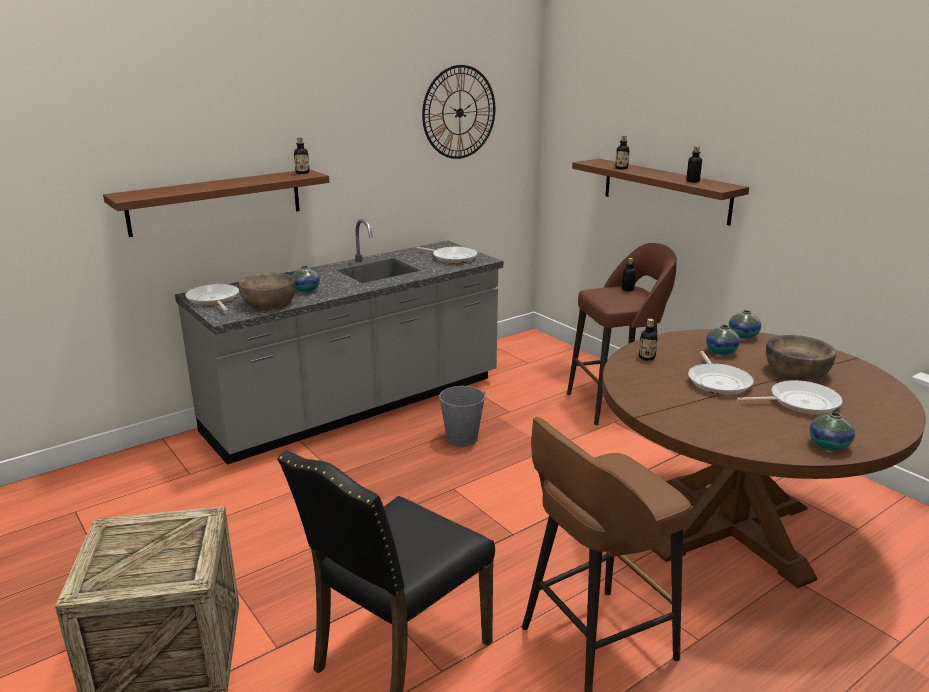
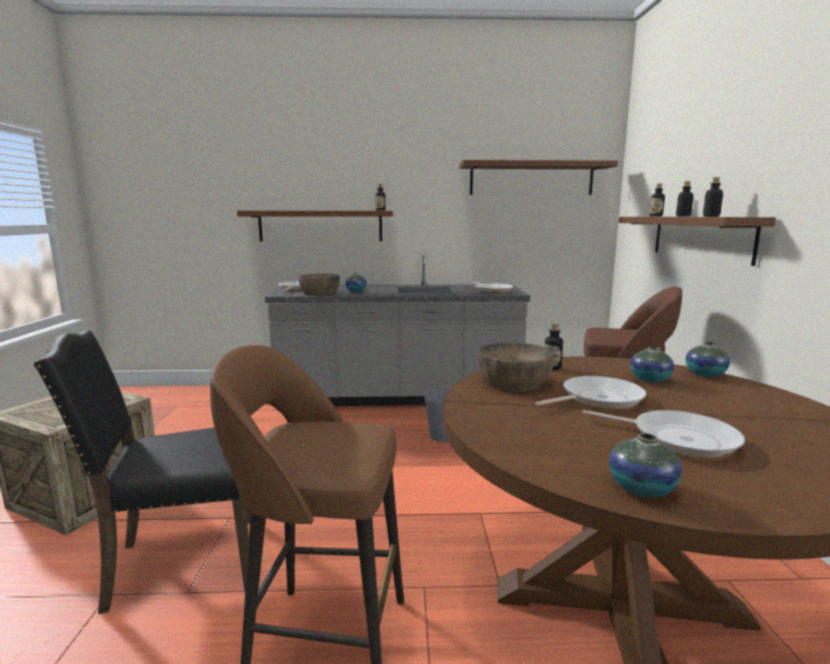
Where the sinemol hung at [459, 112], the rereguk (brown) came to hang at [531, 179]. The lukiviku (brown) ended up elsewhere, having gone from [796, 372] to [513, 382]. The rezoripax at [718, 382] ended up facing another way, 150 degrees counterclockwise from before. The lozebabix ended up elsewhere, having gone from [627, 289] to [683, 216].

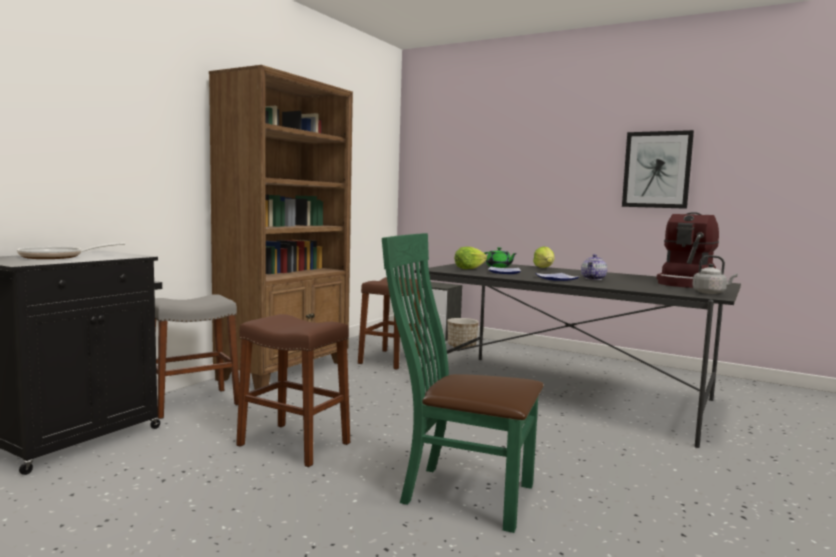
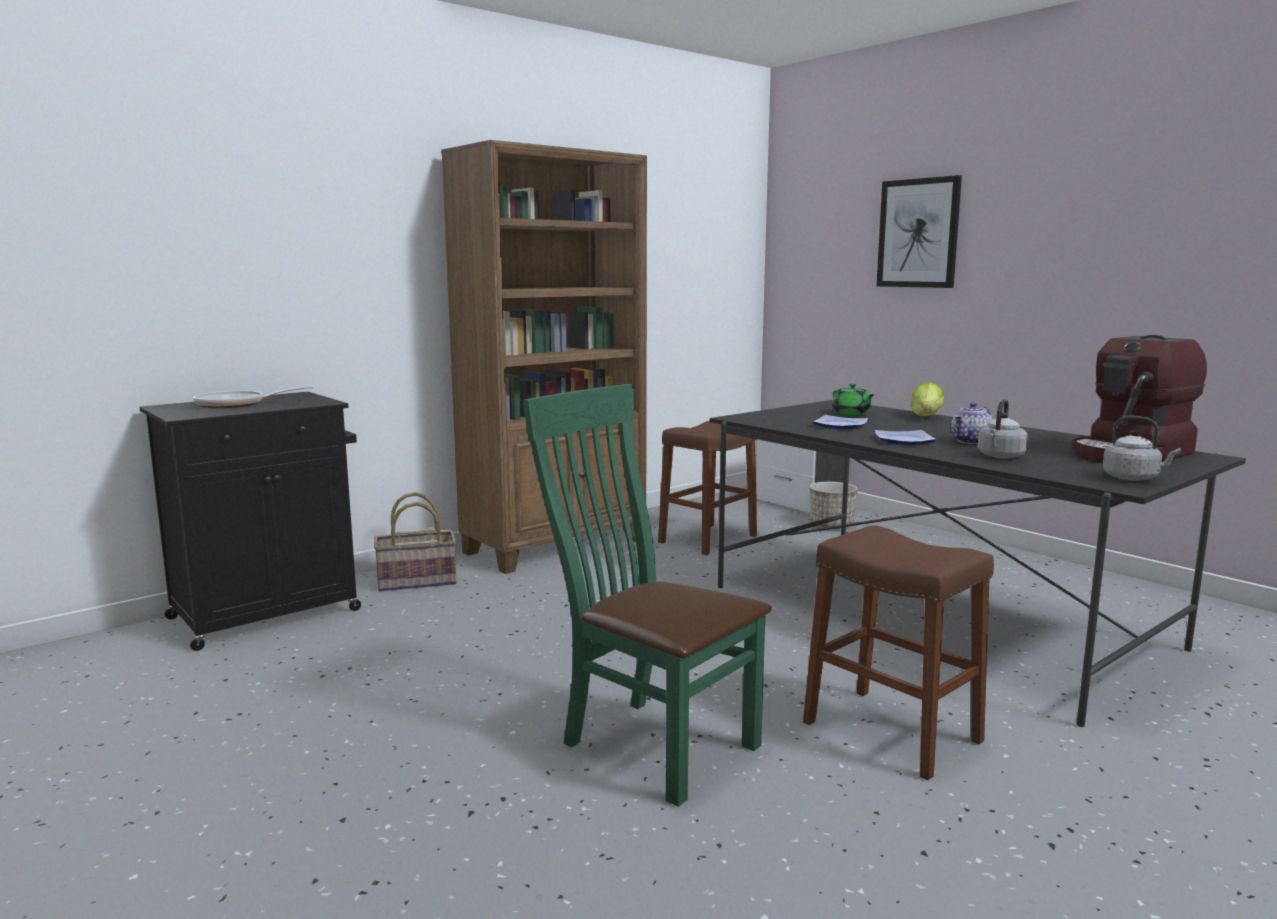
Where the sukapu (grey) stood at [193, 403], the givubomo came to stand at [416, 582]. The sukapu (brown) ended up elsewhere, having gone from [294, 444] to [891, 731]. The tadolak ended up elsewhere, having gone from [657, 170] to [918, 233]. The second view gained the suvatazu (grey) at [1000, 456]. The second view lost the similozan at [469, 269].

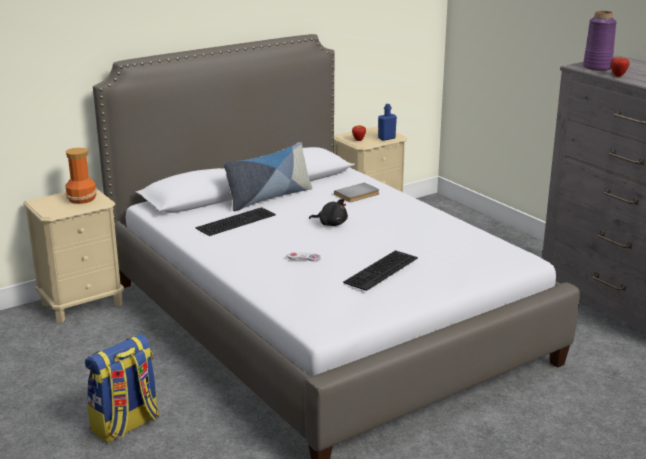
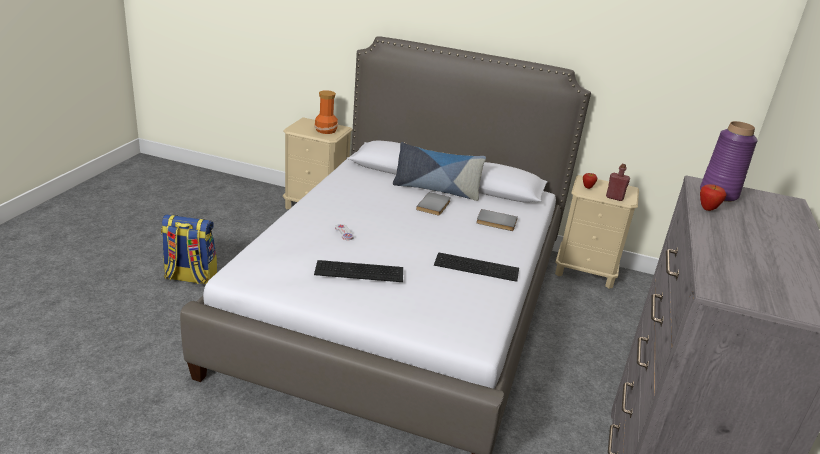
The second view gained the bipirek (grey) at [434, 205]. The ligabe ended up elsewhere, having gone from [236, 221] to [477, 266]. What was the lozebabix (blue) at [386, 138] turned into the lozebabix (red) at [614, 197]. The second view lost the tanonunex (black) at [331, 224].

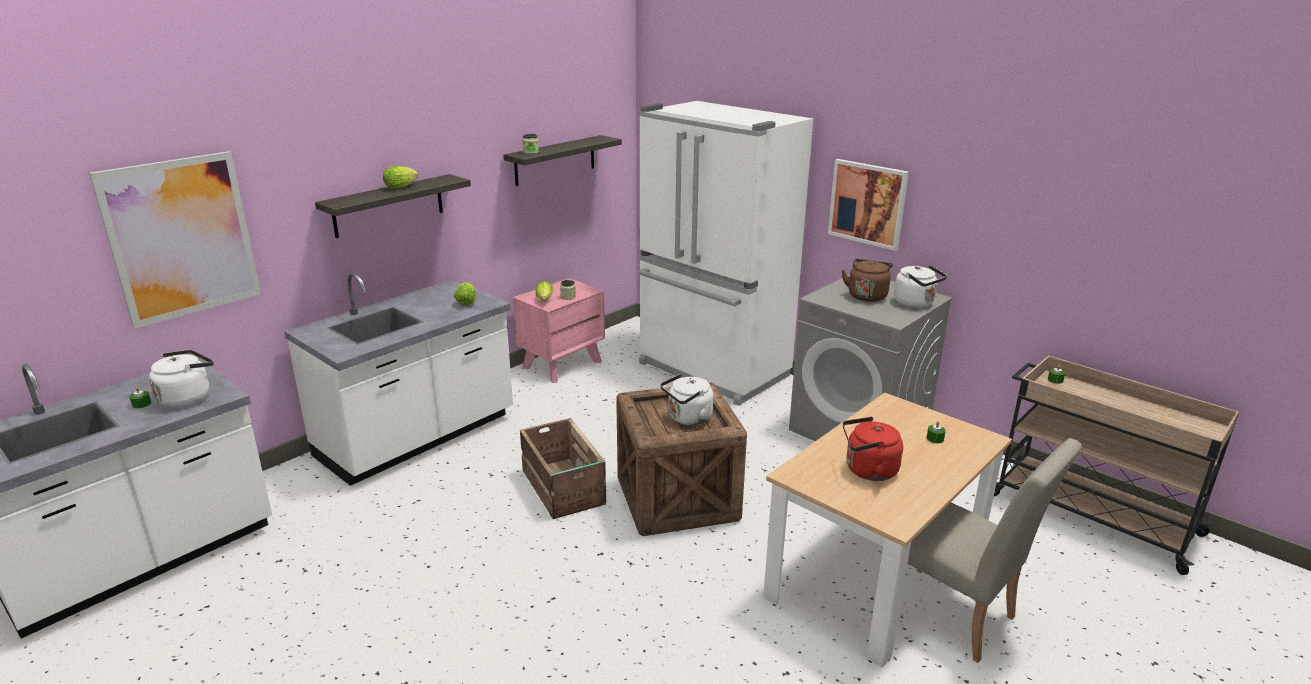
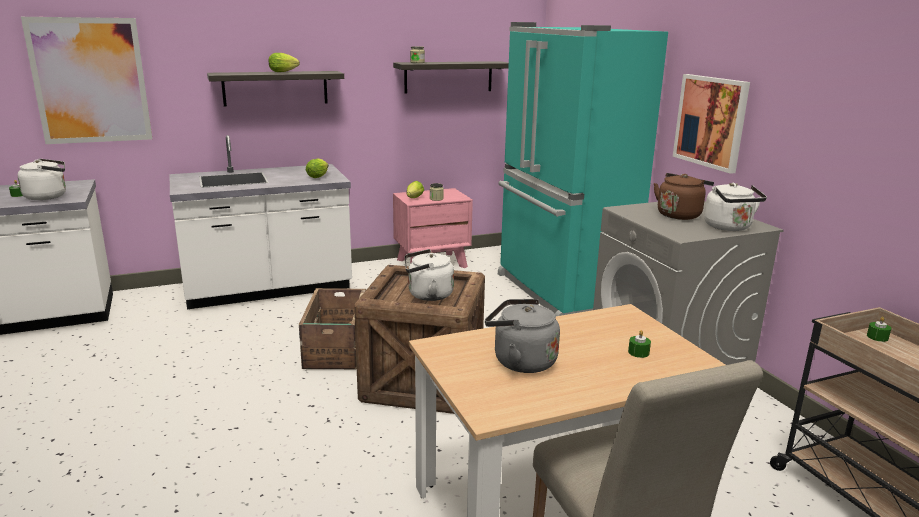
What was the suvatazu (red) at [868, 471] turned into the suvatazu (grey) at [520, 361]. What was the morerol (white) at [712, 371] turned into the morerol (turquoise) at [560, 292].

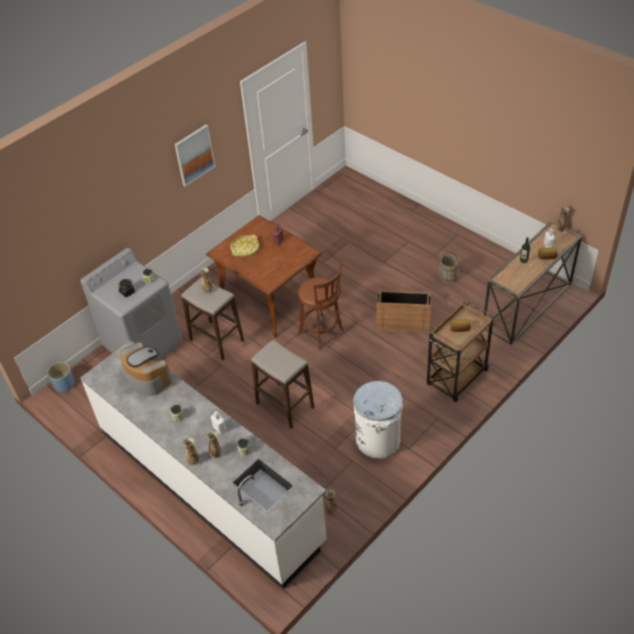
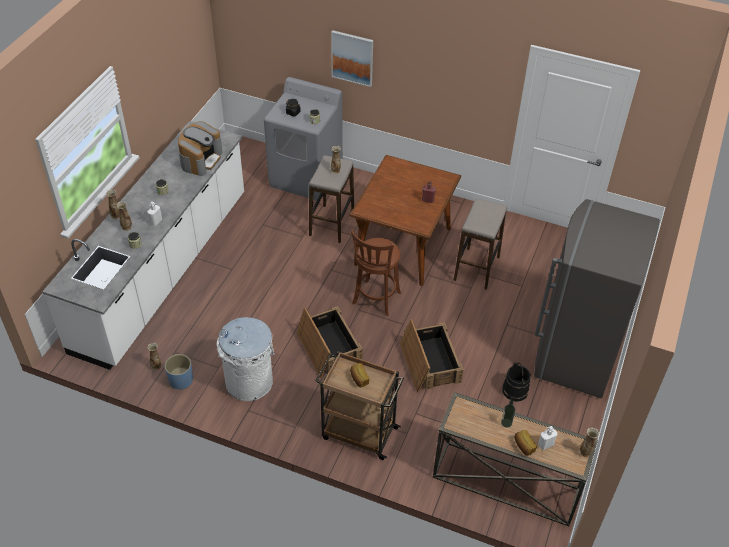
The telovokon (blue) ended up elsewhere, having gone from [64, 385] to [181, 380]. The second view gained the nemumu at [328, 347]. The tadolak ended up elsewhere, having gone from [194, 155] to [352, 58]. The sukapu ended up elsewhere, having gone from [285, 405] to [477, 268]. What was the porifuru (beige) at [448, 276] turned into the porifuru (black) at [515, 390]. The second view gained the morerol (grey) at [575, 356]. The second view lost the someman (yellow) at [245, 248].

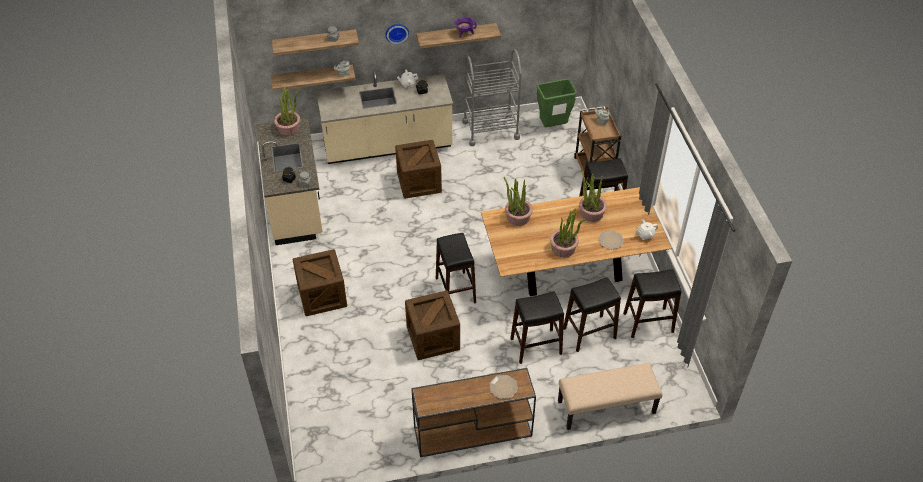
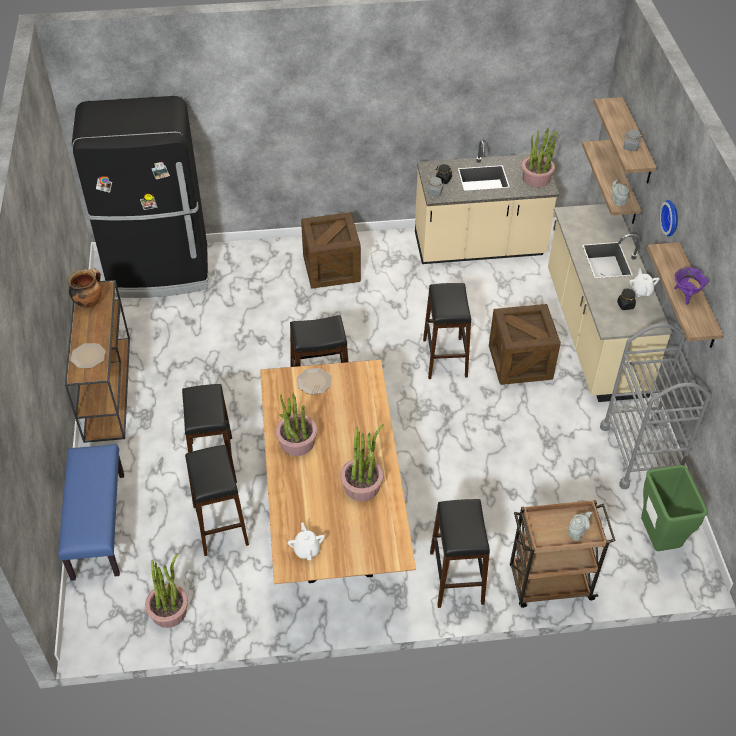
What was the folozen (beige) at [606, 408] turned into the folozen (blue) at [98, 525]. The second view gained the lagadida at [89, 302]. The second view gained the morerol (black) at [159, 271]. The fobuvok ended up elsewhere, having gone from [517, 217] to [169, 611]. The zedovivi ended up elsewhere, having gone from [610, 240] to [314, 382]. The sukapu (black) ended up elsewhere, having gone from [648, 323] to [444, 358]. The second view lost the nemumu at [433, 338].

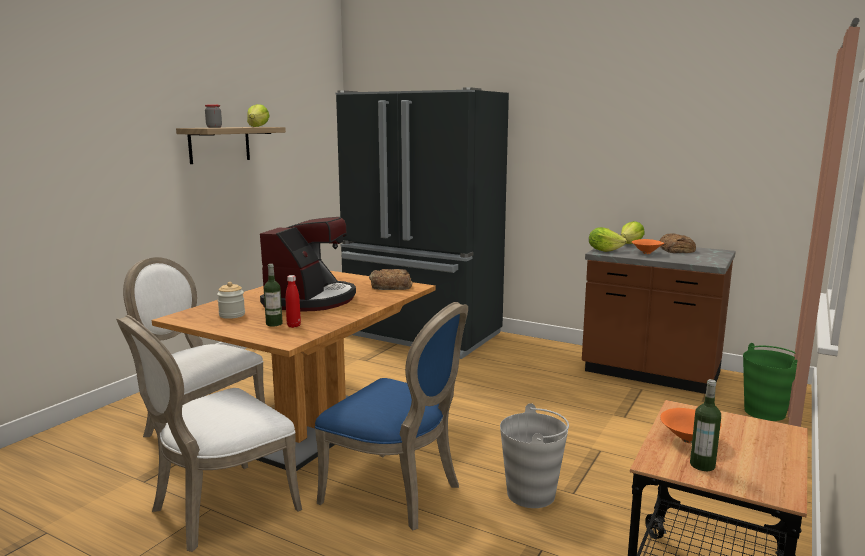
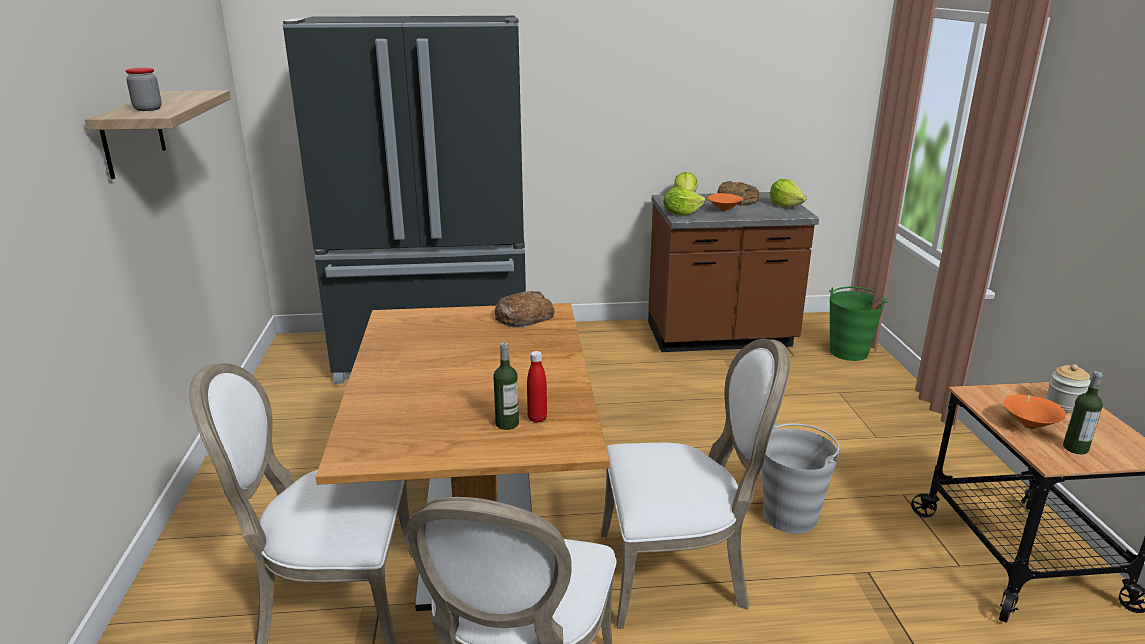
What was the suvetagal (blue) at [397, 493] turned into the suvetagal (white) at [678, 574]. The similozan ended up elsewhere, having gone from [258, 127] to [785, 206]. The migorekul ended up elsewhere, having gone from [232, 315] to [1063, 405]. The second view lost the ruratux at [311, 300].

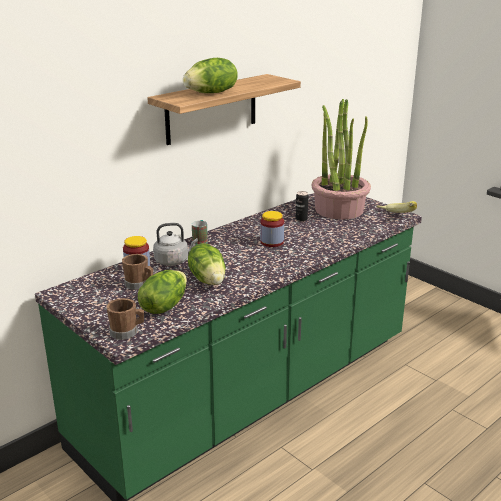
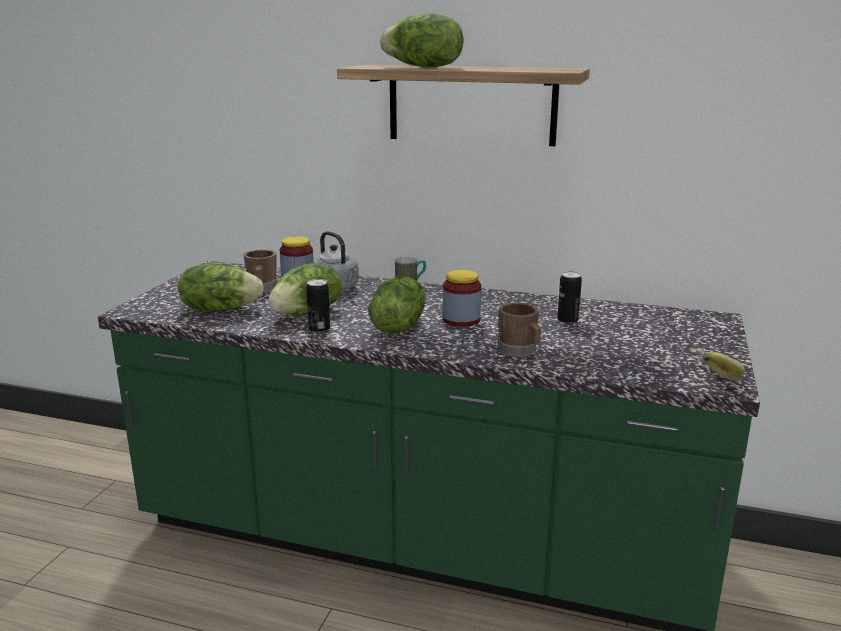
The second view gained the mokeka at [319, 329]. The second view gained the similozan at [398, 326]. The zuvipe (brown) ended up elsewhere, having gone from [127, 332] to [520, 351]. The second view lost the fobuvok at [339, 209].

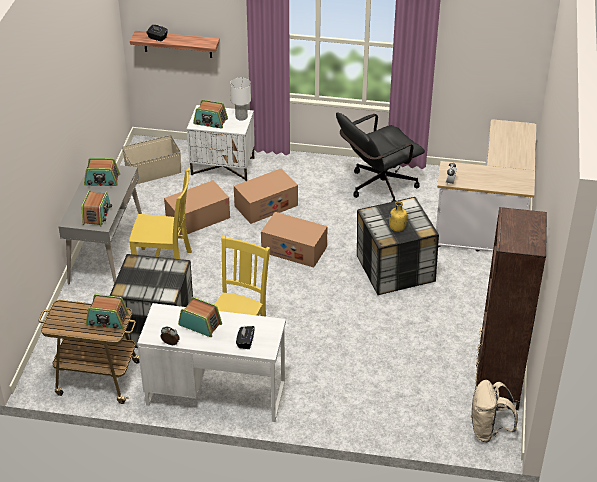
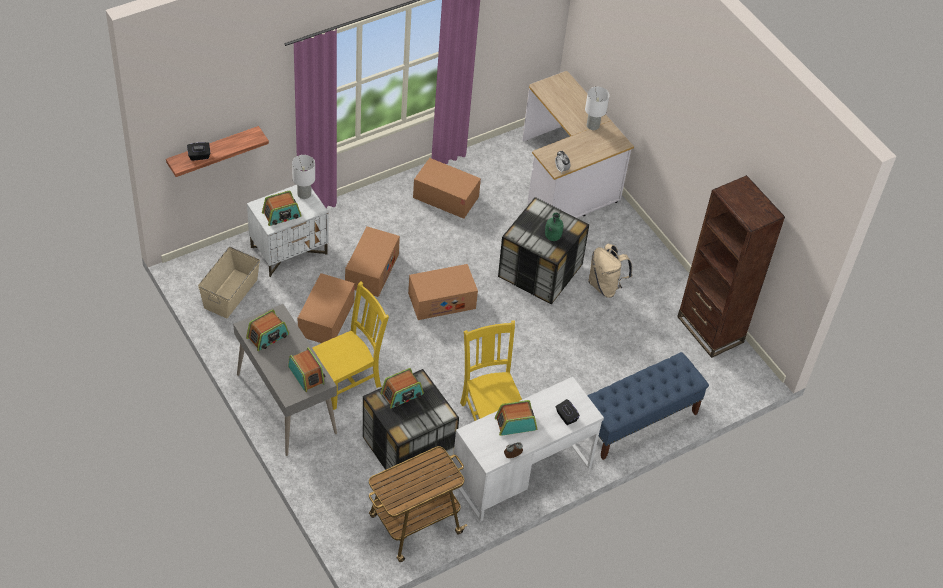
The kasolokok ended up elsewhere, having gone from [107, 320] to [402, 394]. Where the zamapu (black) stood at [377, 187], the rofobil came to stand at [446, 197]. What was the lozebabix (yellow) at [396, 228] turned into the lozebabix (green) at [552, 237]. The second view gained the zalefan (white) at [593, 125]. The second view gained the folozen (blue) at [638, 421]. The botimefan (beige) ended up elsewhere, having gone from [488, 430] to [605, 286].

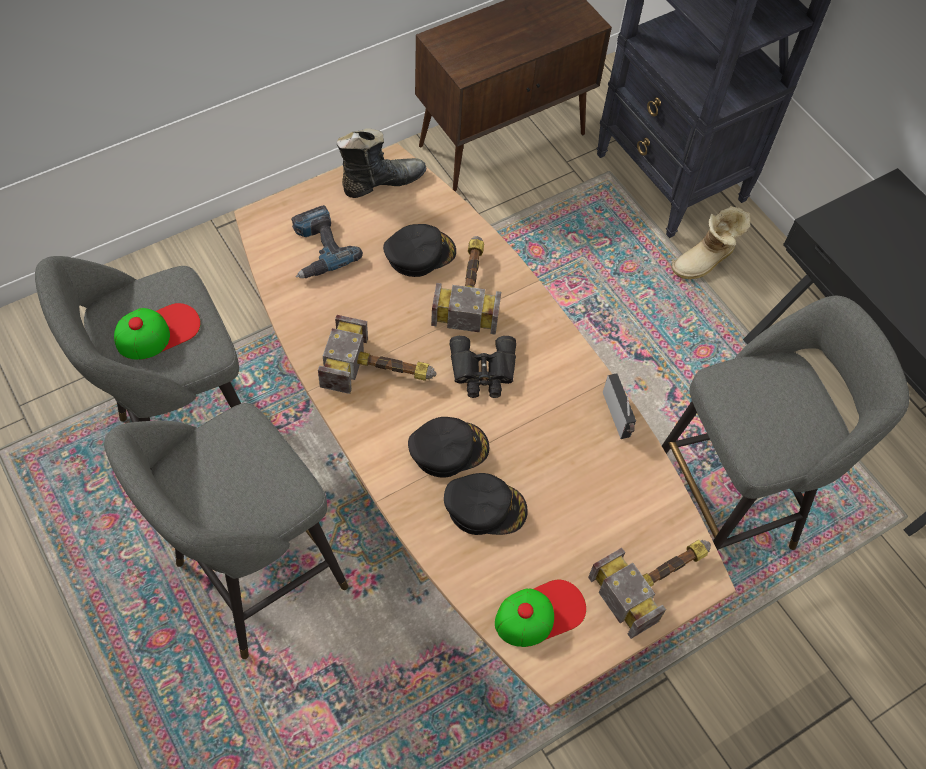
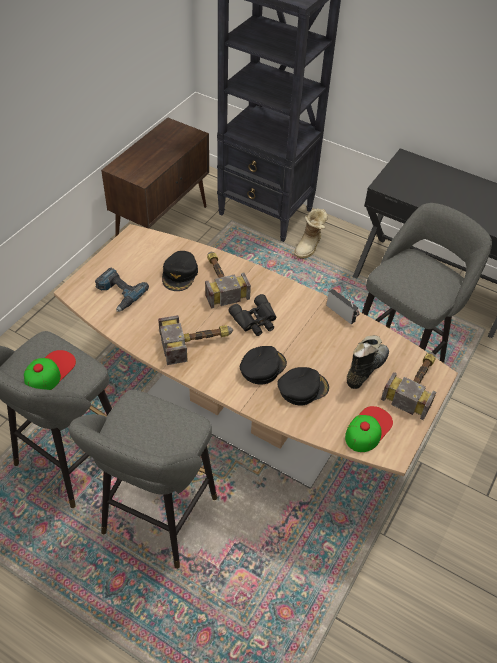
The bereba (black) at [419, 253] ended up facing another way, 150 degrees clockwise from before. The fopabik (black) ended up elsewhere, having gone from [381, 182] to [365, 370].

